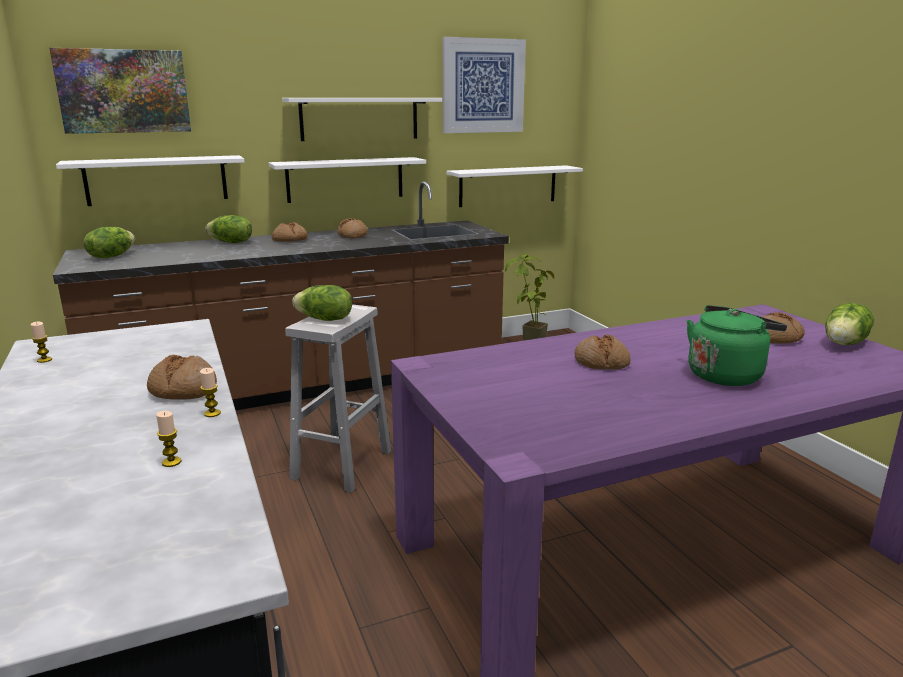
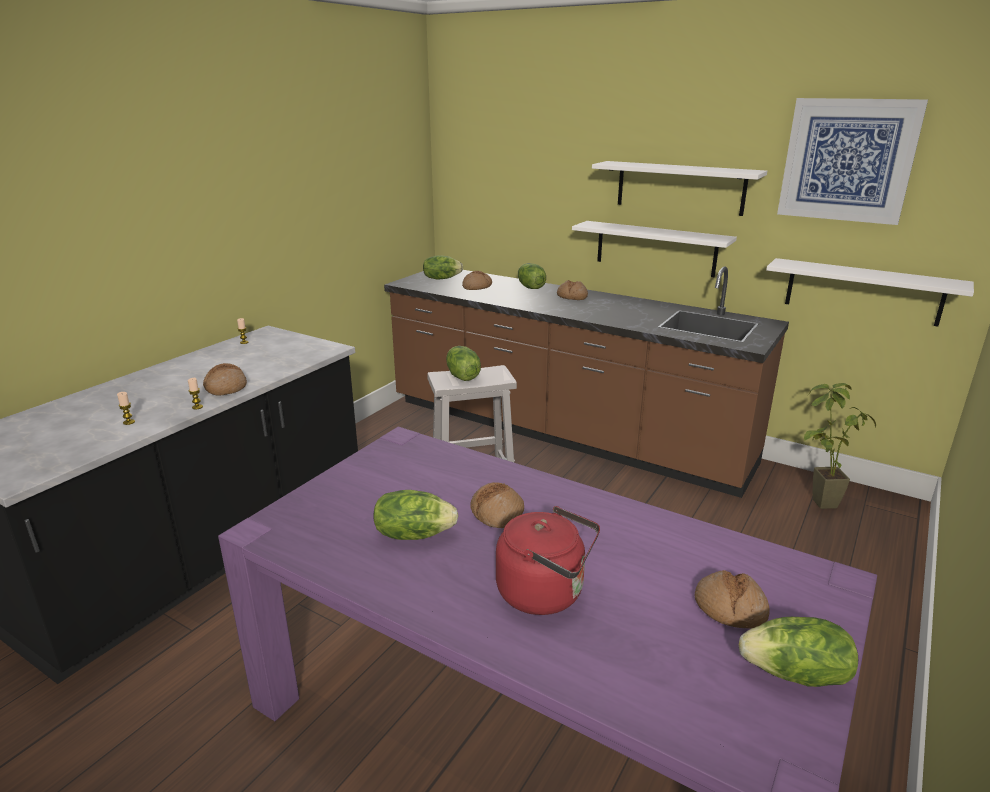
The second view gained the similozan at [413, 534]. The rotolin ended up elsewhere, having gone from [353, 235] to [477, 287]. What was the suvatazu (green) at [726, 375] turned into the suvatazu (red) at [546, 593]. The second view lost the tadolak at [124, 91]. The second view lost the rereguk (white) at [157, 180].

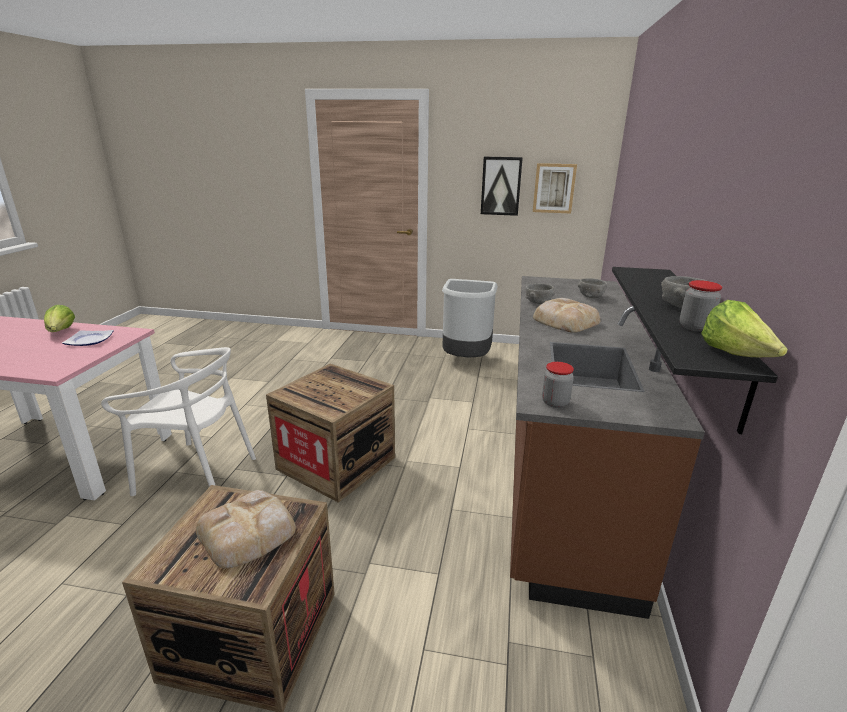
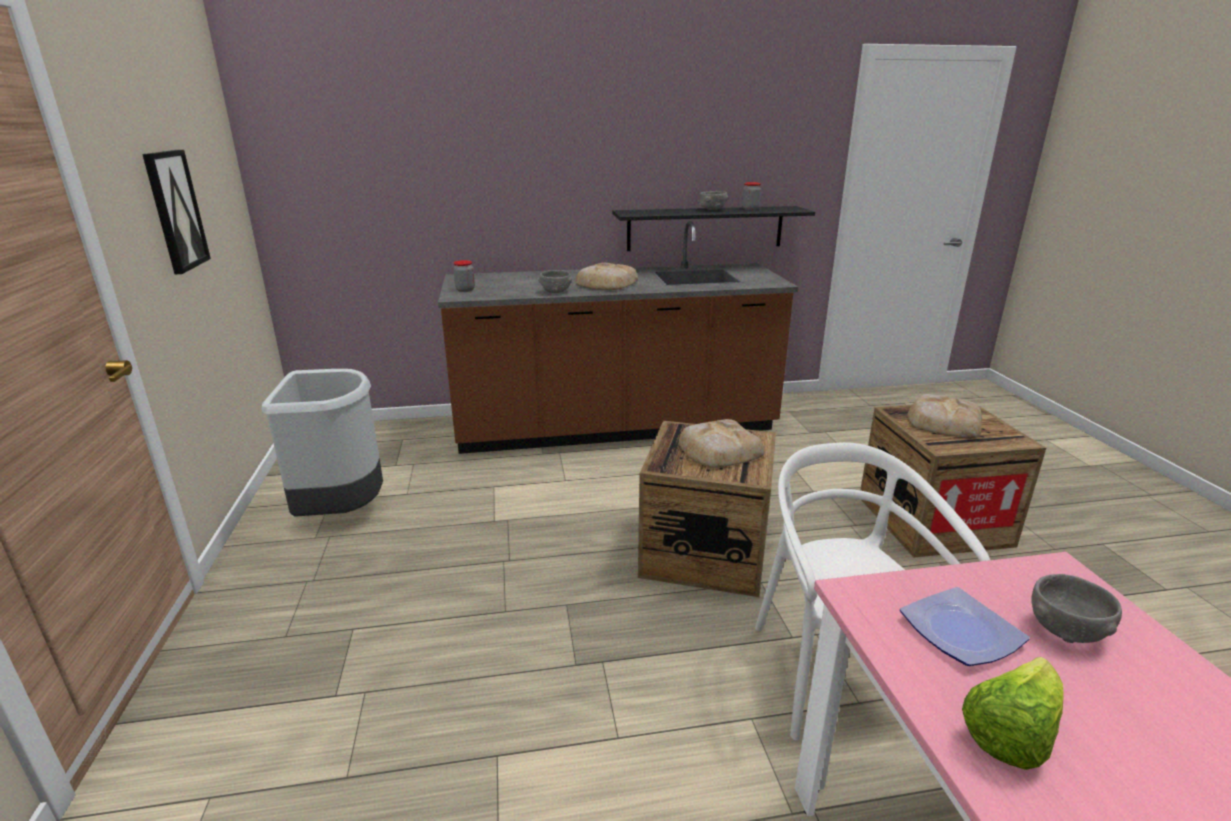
The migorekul ended up elsewhere, having gone from [555, 402] to [465, 290]. The second view gained the rotolin at [718, 450]. The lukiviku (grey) ended up elsewhere, having gone from [590, 297] to [1066, 631]. The second view lost the tadolak at [554, 188]. The second view lost the similozan at [735, 355].

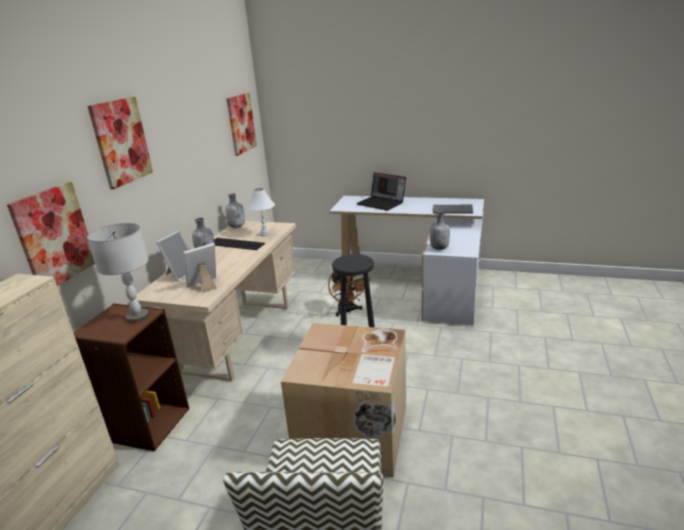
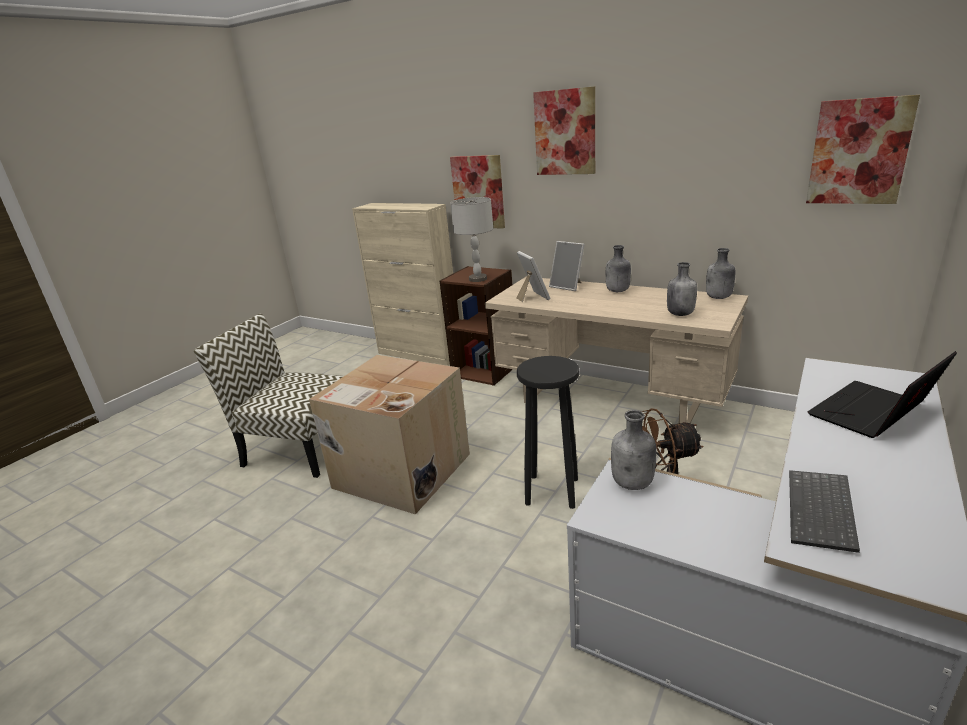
Where the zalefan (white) stood at [264, 234], the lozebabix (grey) came to stand at [680, 314]. The second view lost the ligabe at [236, 243].

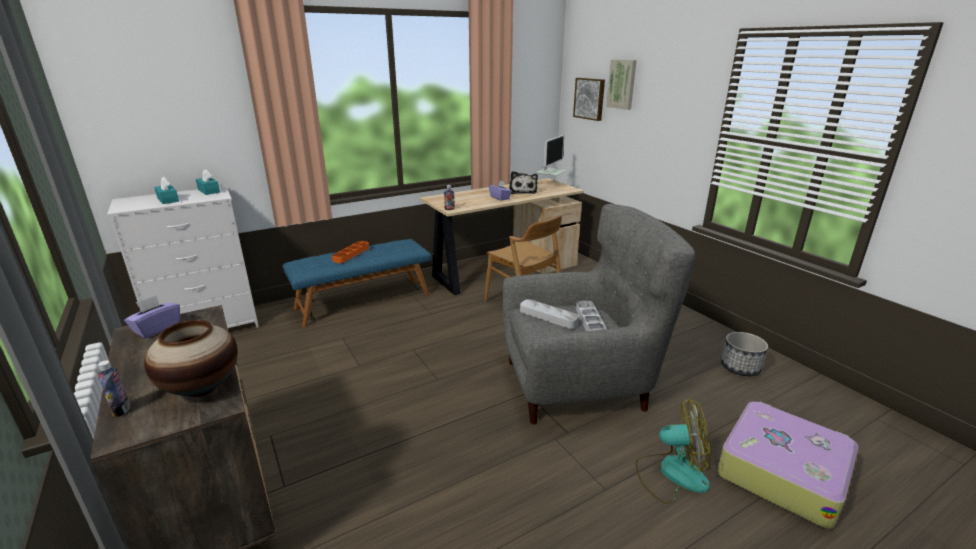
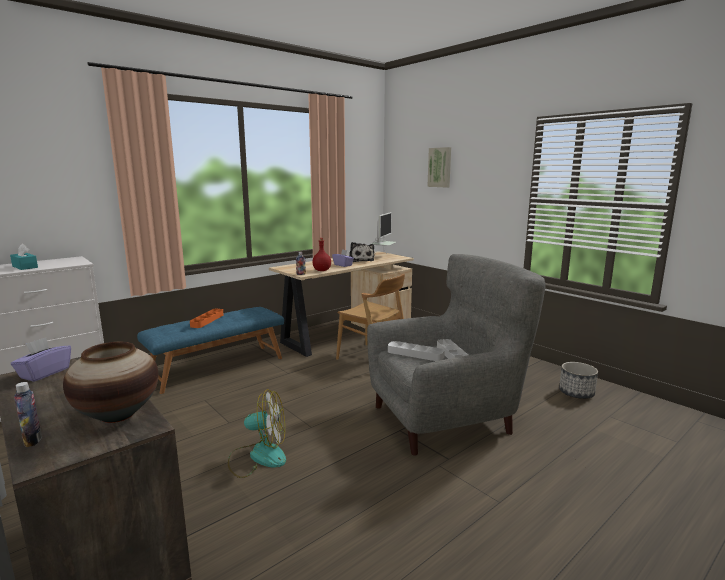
The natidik ended up elsewhere, having gone from [671, 473] to [258, 456]. The second view gained the lozebabix (red) at [321, 270]. The second view lost the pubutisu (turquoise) at [209, 191]. The second view lost the tadolak at [590, 98]. The second view lost the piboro at [781, 471].

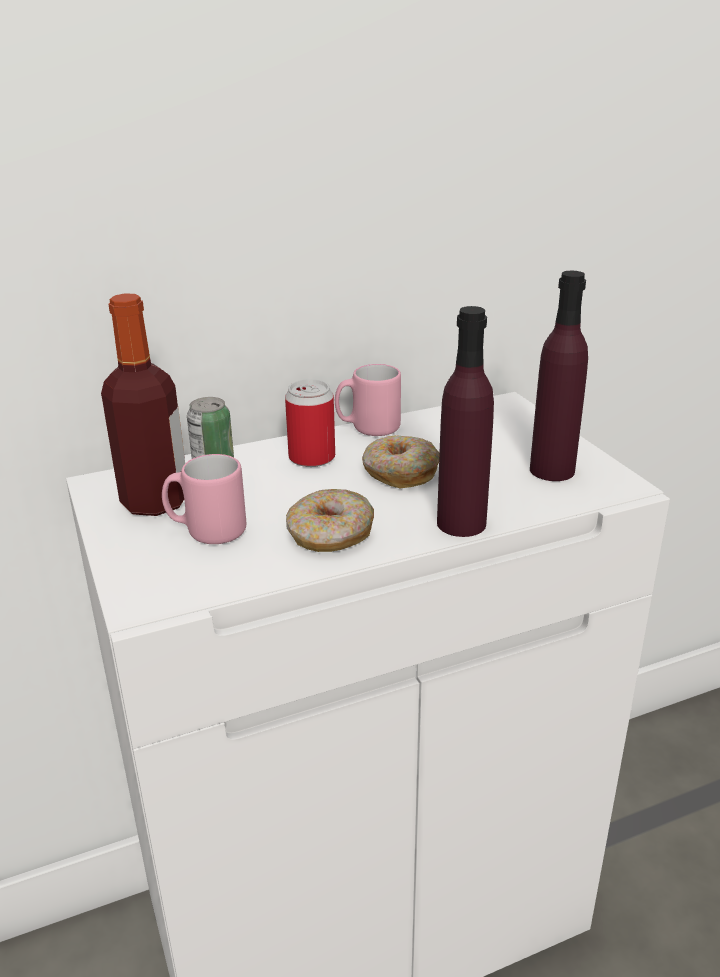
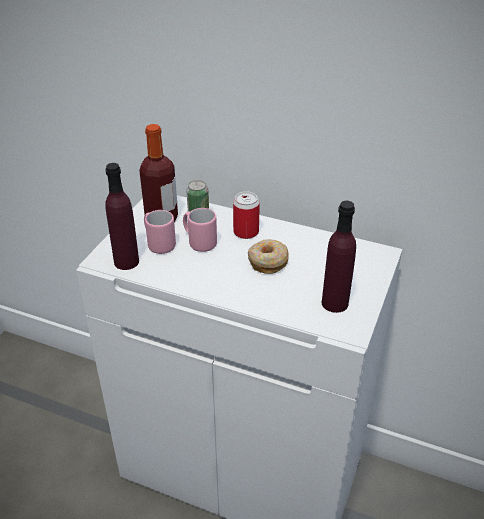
The lozebabix (purple) ended up elsewhere, having gone from [461, 523] to [126, 261]. The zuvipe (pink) ended up elsewhere, having gone from [367, 429] to [199, 242]. The second view lost the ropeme at [330, 534].

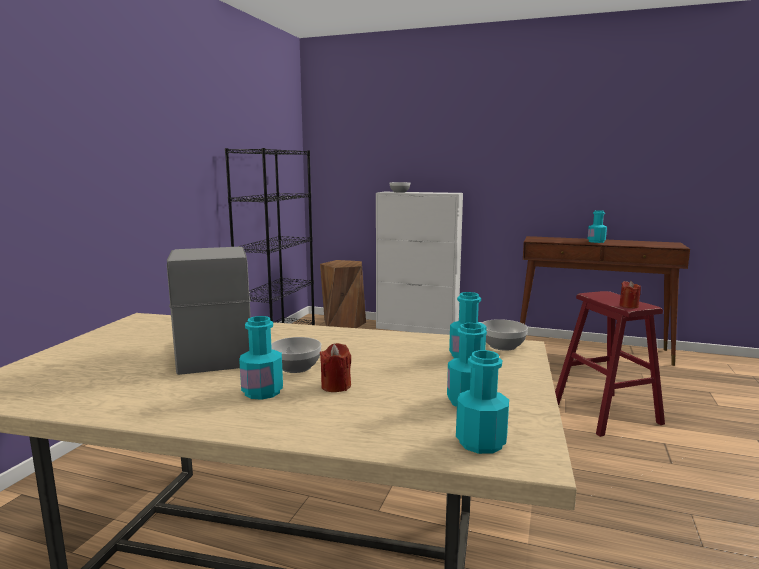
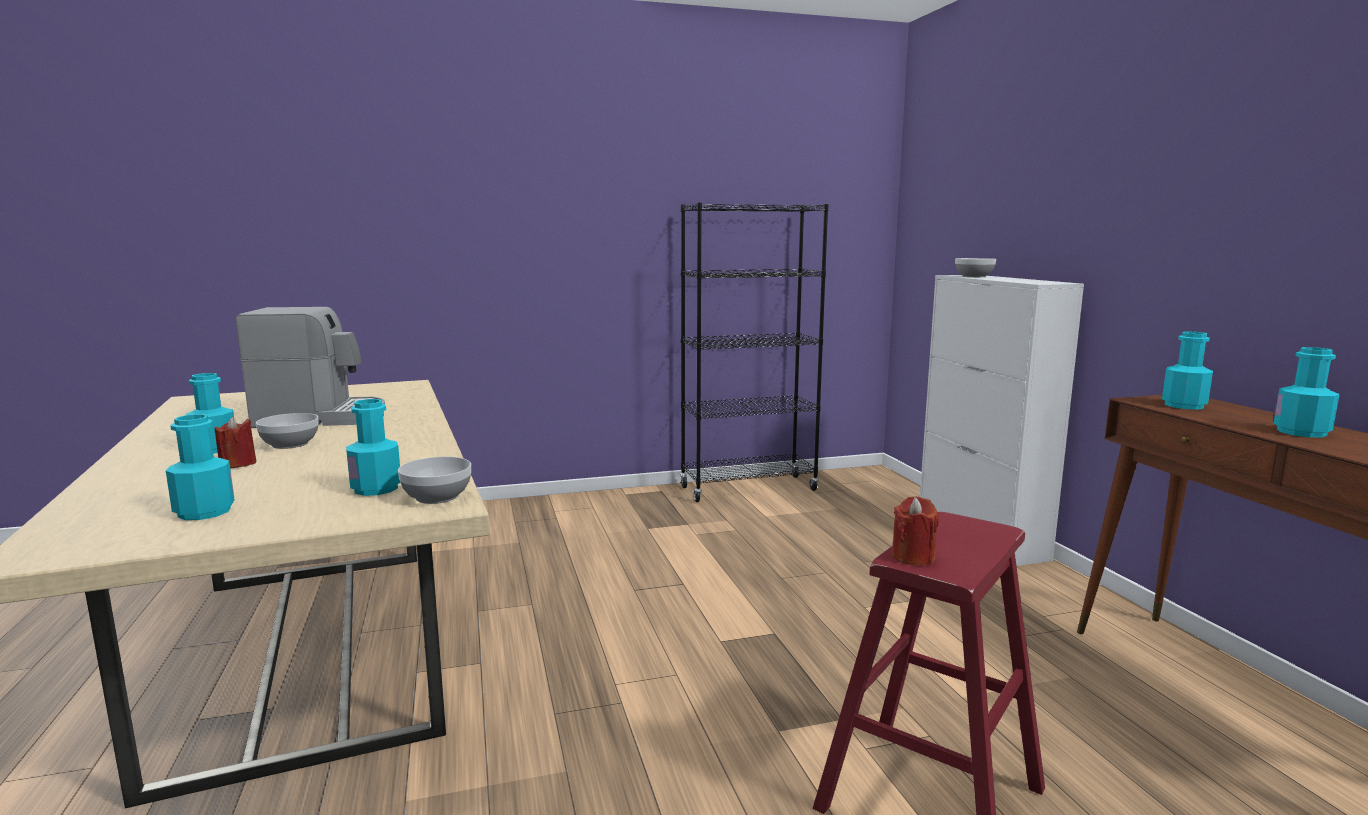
The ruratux at [214, 352] ended up facing another way, 45 degrees clockwise from before. The lozebabix (turquoise) ended up elsewhere, having gone from [481, 442] to [1184, 405]. The second view lost the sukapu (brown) at [344, 324].

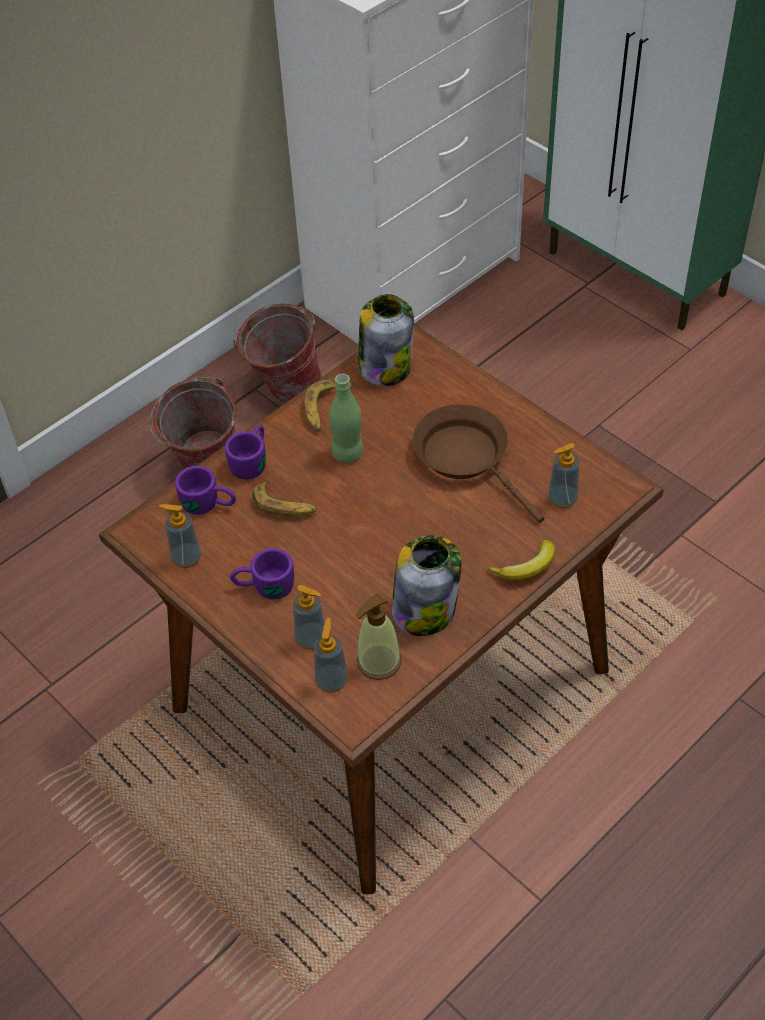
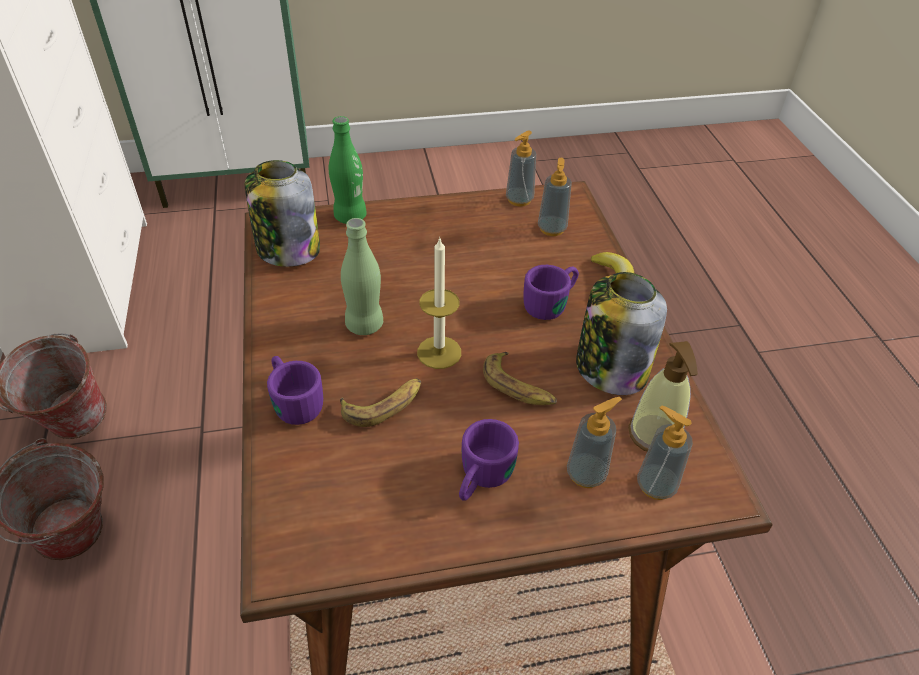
The second view gained the lozebabix (green) at [350, 217]. The second view gained the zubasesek at [439, 352]. The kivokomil ended up elsewhere, having gone from [321, 410] to [518, 387]. The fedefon ended up elsewhere, having gone from [186, 558] to [519, 200]. The zuvipe (purple) ended up elsewhere, having gone from [209, 504] to [552, 303]. The second view lost the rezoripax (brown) at [467, 458].

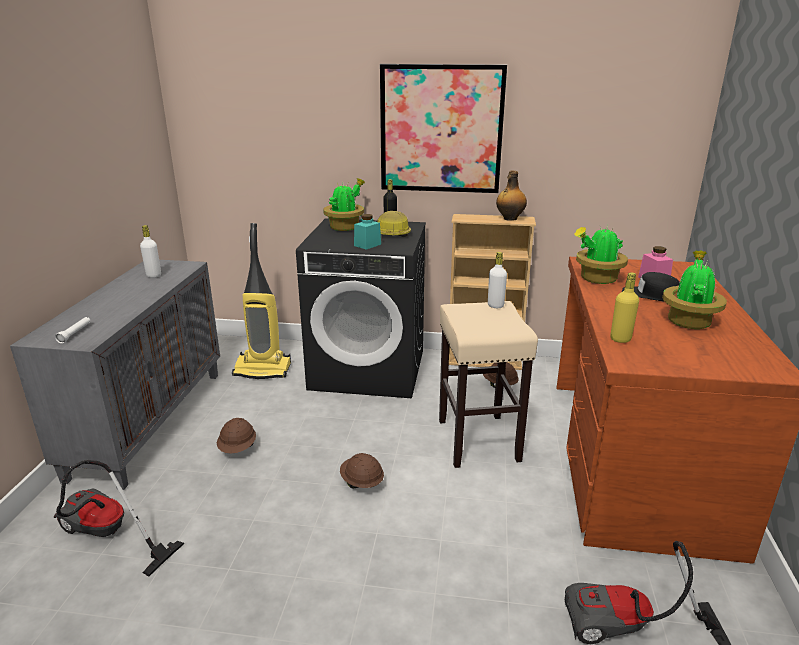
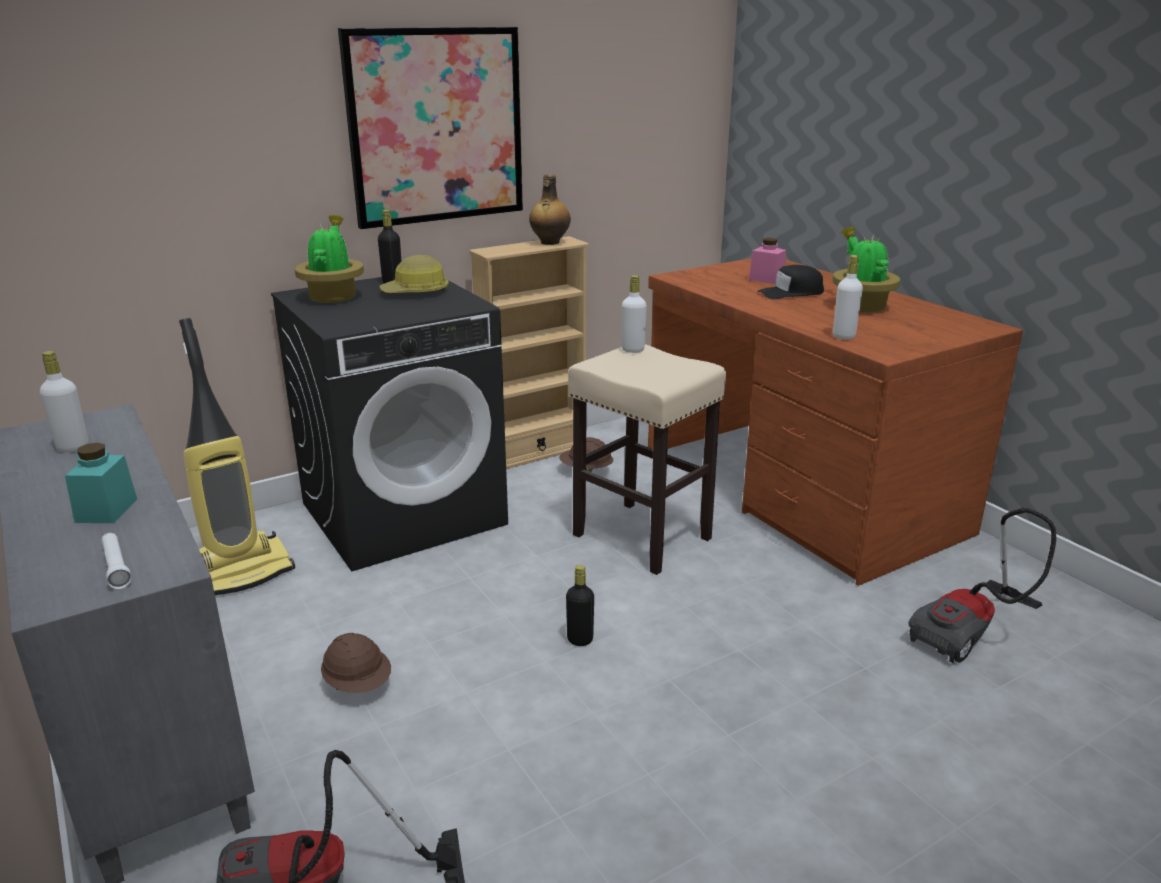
The migorekul (turquoise) ended up elsewhere, having gone from [367, 245] to [106, 510]. Where the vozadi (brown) stood at [361, 482], the lozebabix (black) came to stand at [580, 639]. What was the lozebabix (yellow) at [620, 339] turned into the lozebabix (white) at [843, 336]. The second view lost the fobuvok at [597, 279].

